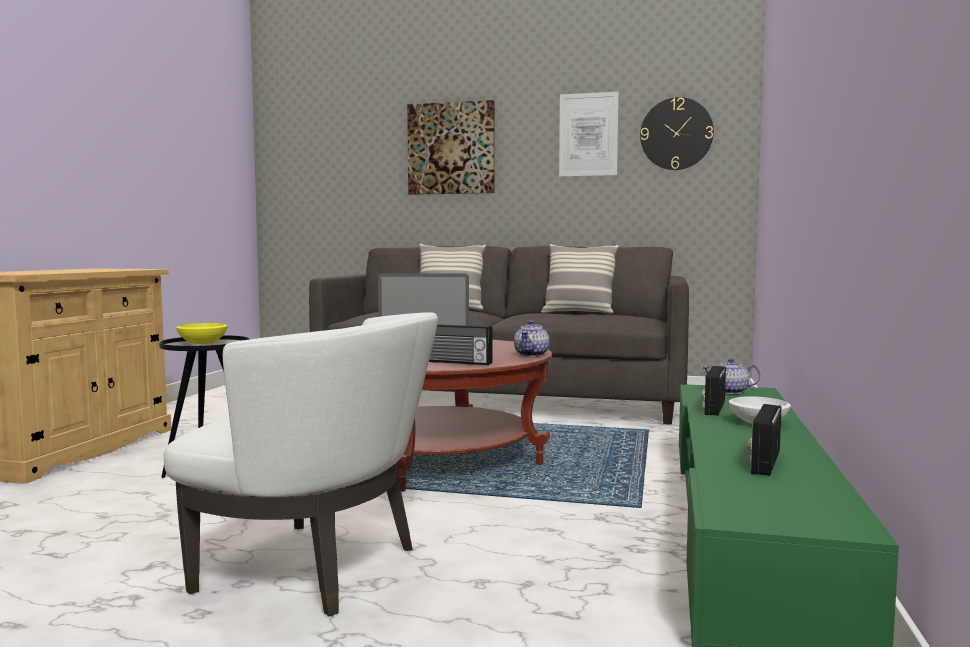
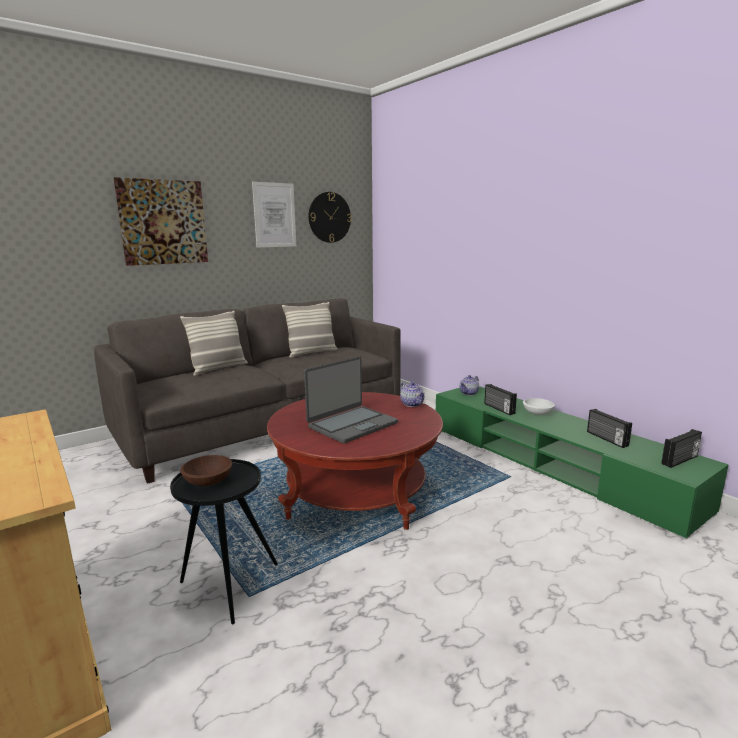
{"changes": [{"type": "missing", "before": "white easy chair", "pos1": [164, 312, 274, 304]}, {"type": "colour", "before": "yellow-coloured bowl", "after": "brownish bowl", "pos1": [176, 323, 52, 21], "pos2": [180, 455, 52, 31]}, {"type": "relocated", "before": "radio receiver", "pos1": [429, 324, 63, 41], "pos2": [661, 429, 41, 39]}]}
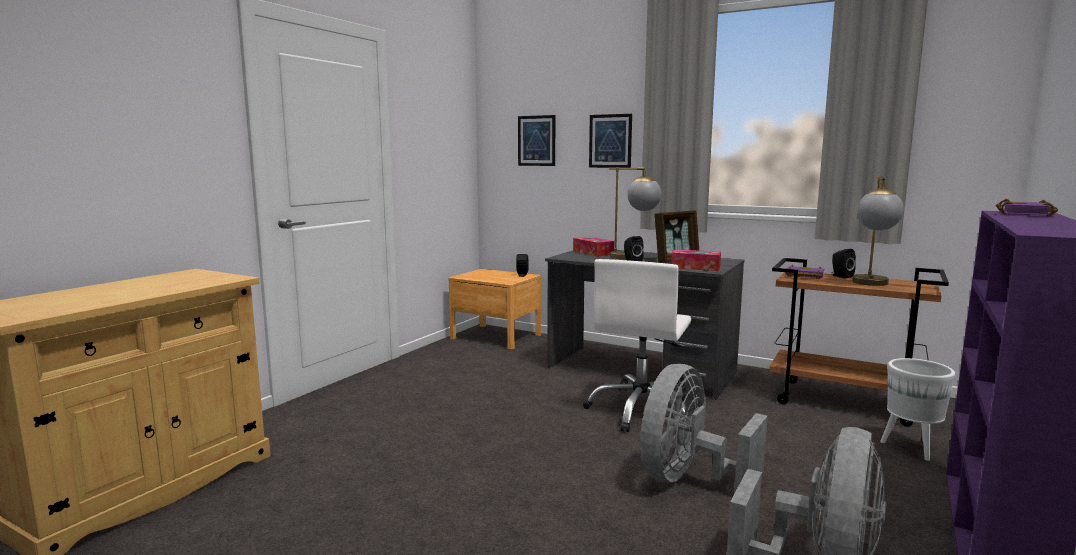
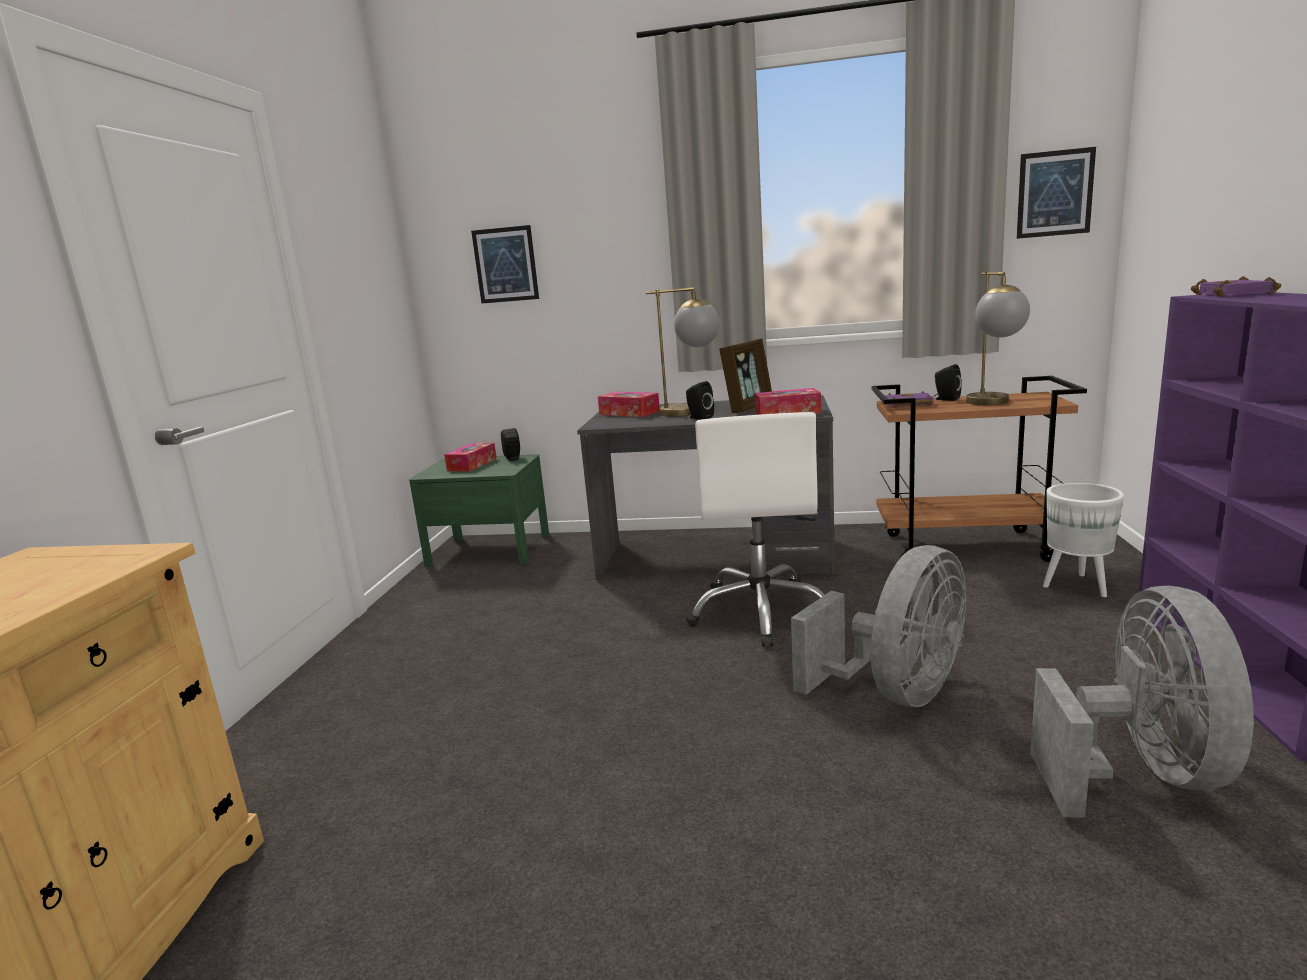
{"changes": [{"type": "relocated", "before": "picture", "pos1": [589, 114, 43, 54], "pos2": [1017, 147, 79, 92]}, {"type": "colour", "before": "brownish nightstand", "after": "green nightstand", "pos1": [449, 269, 92, 81], "pos2": [409, 454, 140, 113]}, {"type": "spun", "before": "greyish cooling fan", "pos1": [640, 364, 128, 130], "pos2": [791, 545, 175, 162], "turn": -150}, {"type": "appeared", "after": "box of tissues", "pos2": [444, 443, 53, 29]}]}
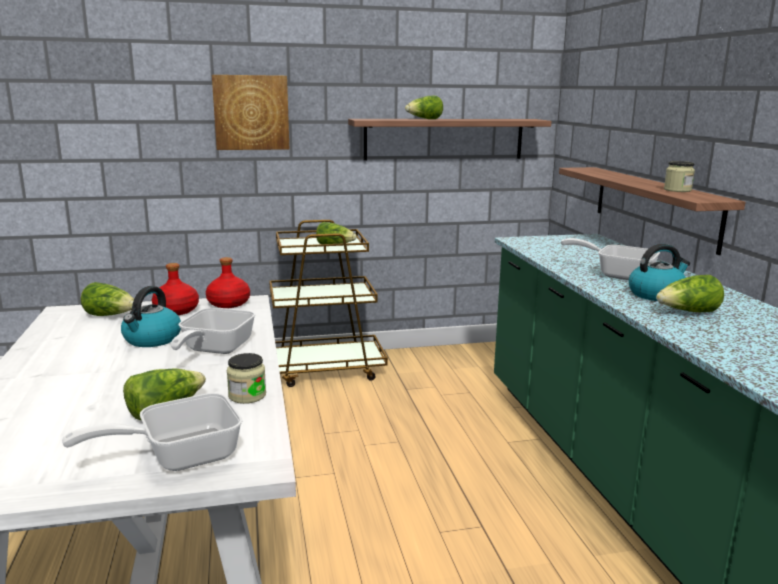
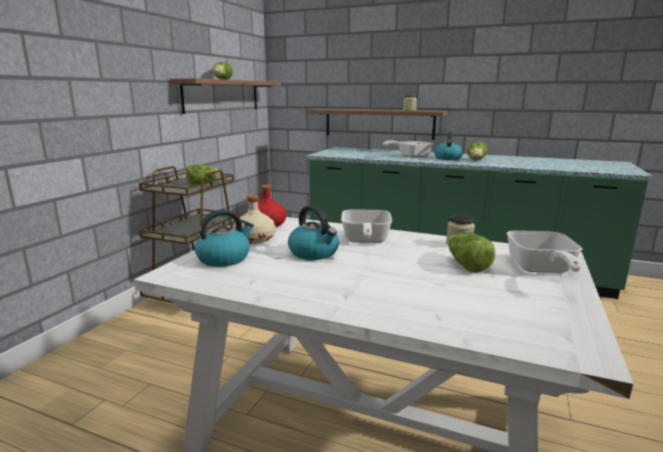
{"changes": [{"type": "missing", "before": "picture", "pos1": [212, 75, 77, 75]}, {"type": "colour", "before": "red-coloured bottle", "after": "sand-coloured bottle", "pos1": [152, 263, 47, 52], "pos2": [233, 195, 42, 49]}, {"type": "exchanged", "before": "lettuce", "after": "water kettle", "pos1": [81, 282, 53, 34], "pos2": [195, 210, 59, 57]}, {"type": "spun", "before": "pan", "pos1": [170, 308, 86, 46], "pos2": [341, 209, 51, 34], "turn": 45}]}
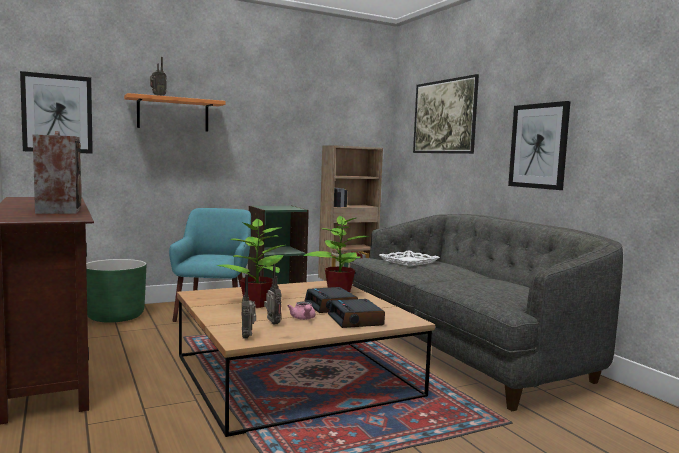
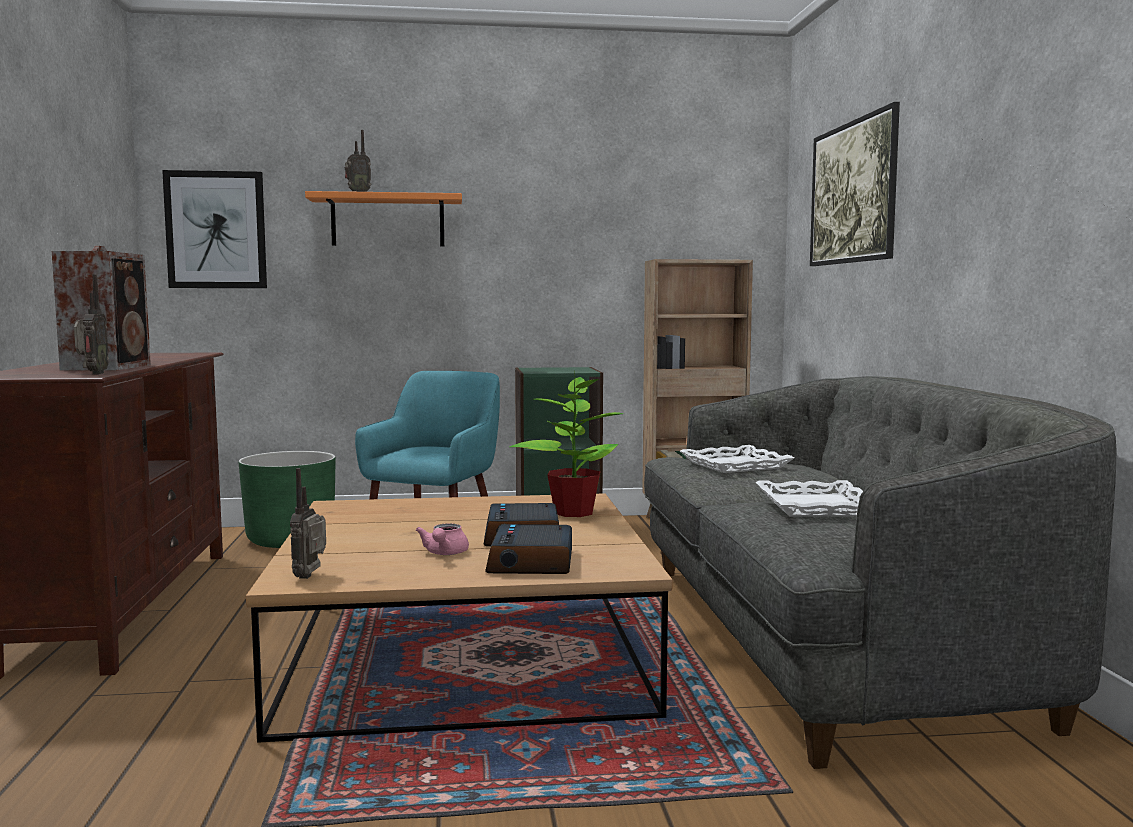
{"changes": [{"type": "missing", "before": "picture", "pos1": [508, 101, 63, 89]}, {"type": "missing", "before": "potted plant", "pos1": [217, 217, 68, 91]}, {"type": "relocated", "before": "radio receiver", "pos1": [264, 264, 17, 61], "pos2": [74, 275, 35, 99]}, {"type": "appeared", "after": "white carrying tray", "pos2": [756, 480, 107, 37]}]}
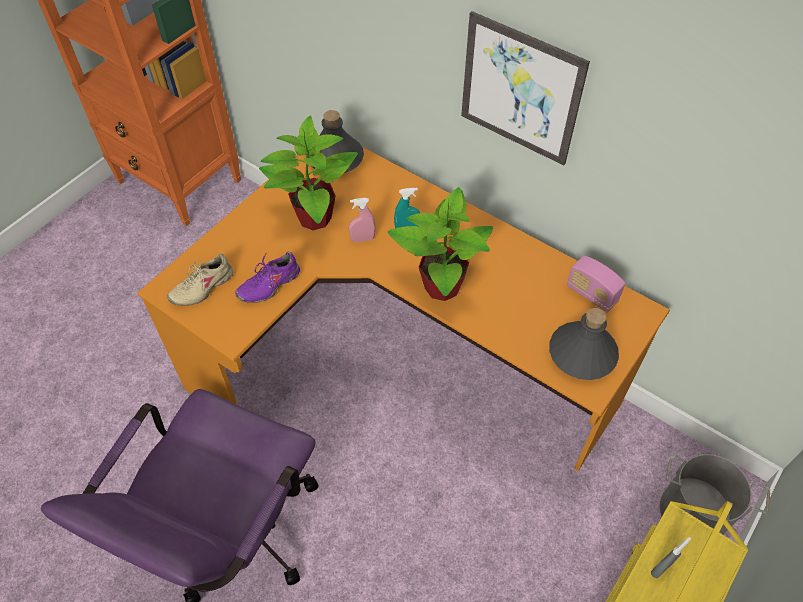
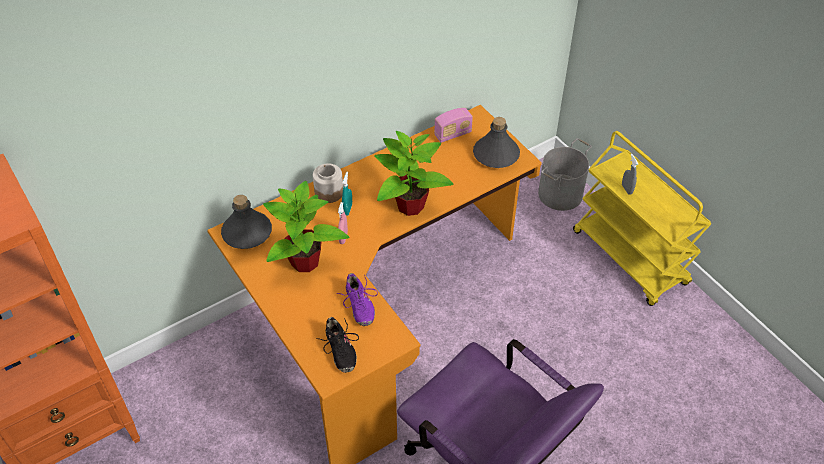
{"changes": [{"type": "missing", "before": "picture", "pos1": [461, 11, 129, 154]}, {"type": "colour", "before": "sand-coloured shoe", "after": "black-coloured shoe", "pos1": [167, 253, 66, 53], "pos2": [316, 317, 43, 56]}, {"type": "appeared", "after": "jar", "pos2": [313, 163, 30, 40]}]}
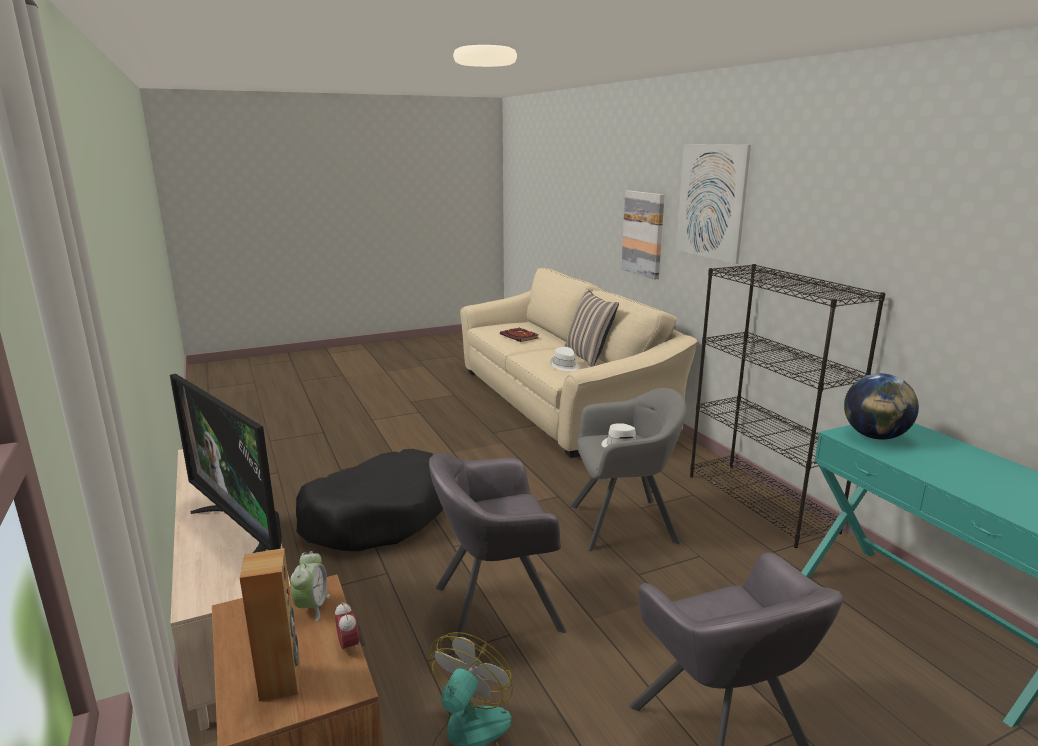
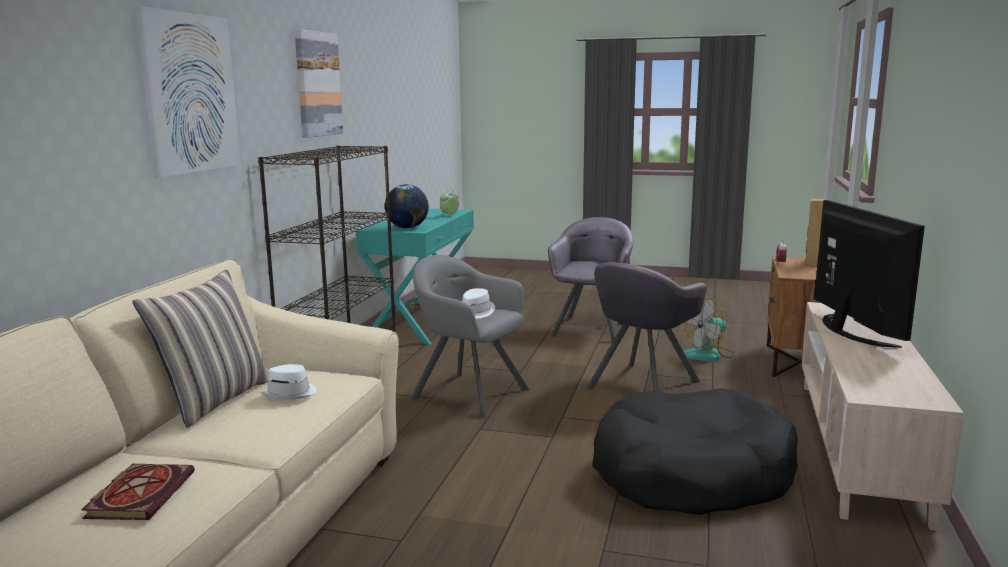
{"changes": [{"type": "relocated", "before": "picture", "pos1": [621, 190, 44, 89], "pos2": [295, 29, 48, 109]}, {"type": "spun", "before": "greyish easy chair", "pos1": [429, 453, 138, 201], "pos2": [586, 262, 121, 130], "turn": 105}, {"type": "relocated", "before": "table clock", "pos1": [290, 551, 40, 70], "pos2": [440, 190, 19, 27]}]}
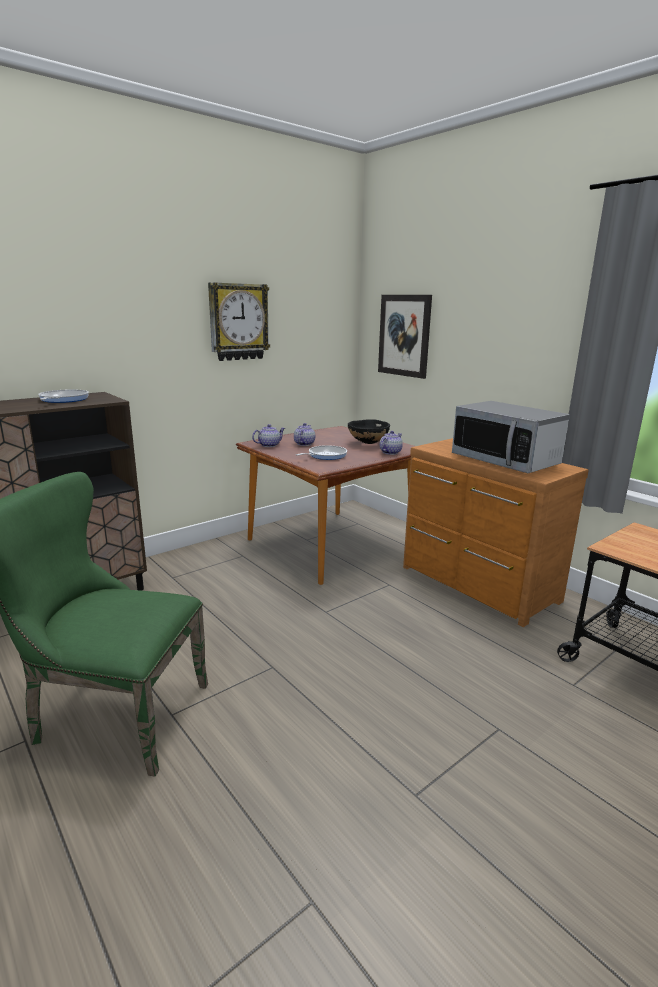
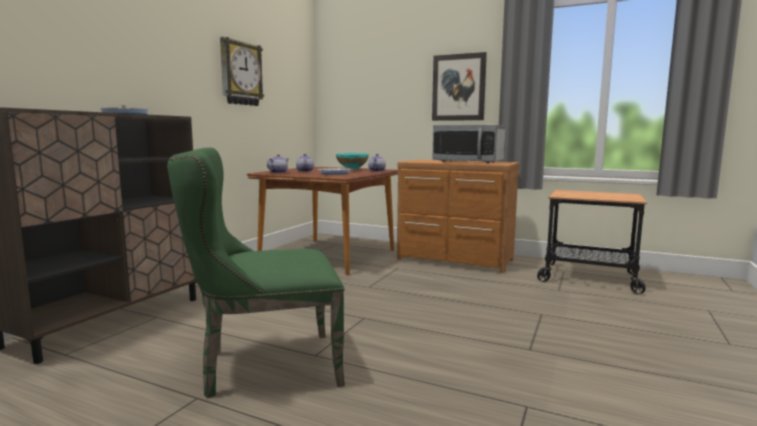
{"changes": [{"type": "relocated", "before": "picture", "pos1": [378, 295, 54, 84], "pos2": [432, 52, 55, 69]}, {"type": "colour", "before": "black-coloured bowl", "after": "turquoise-coloured bowl", "pos1": [348, 419, 42, 25], "pos2": [336, 153, 33, 17]}]}
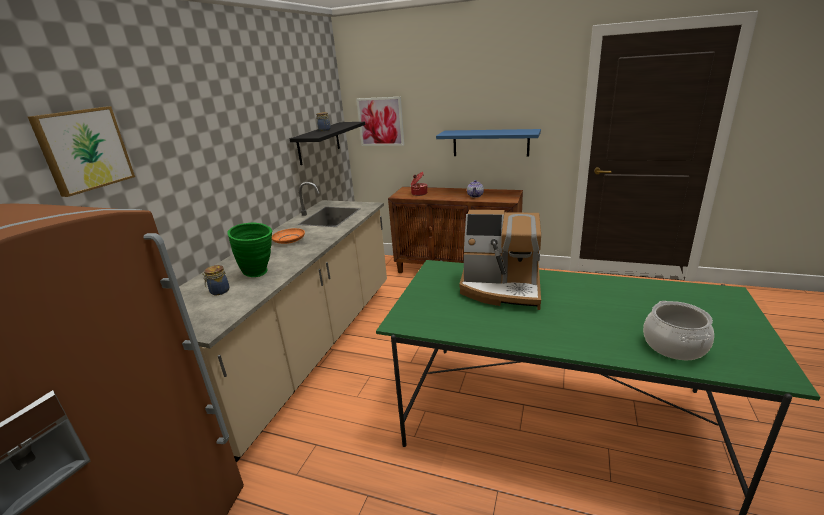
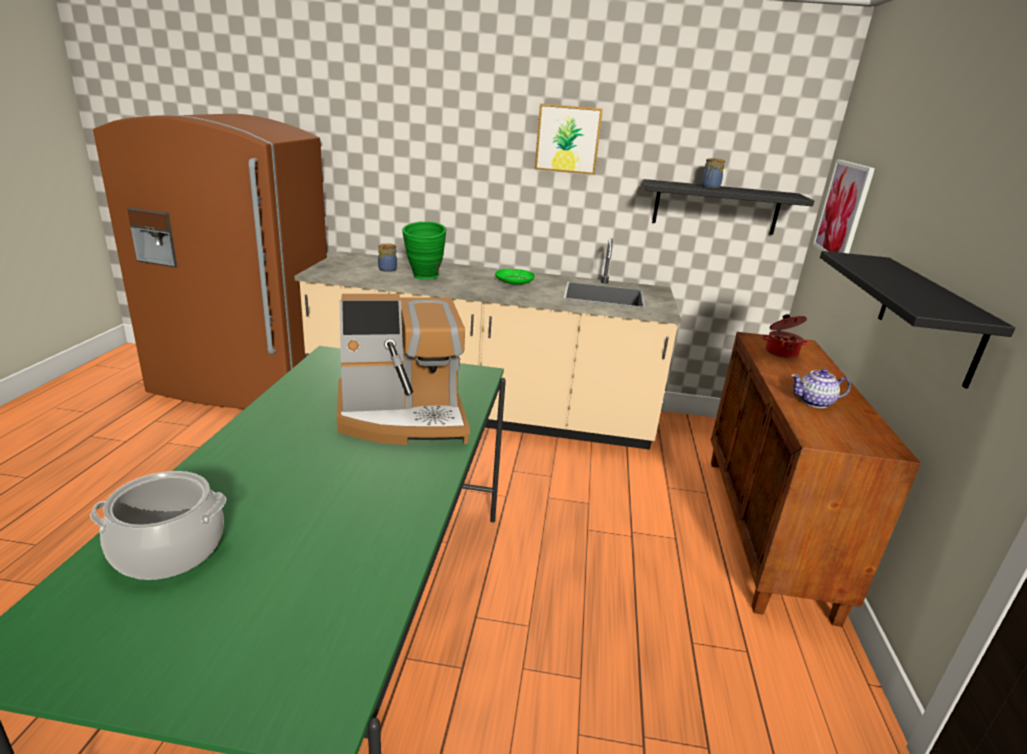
{"changes": [{"type": "relocated", "before": "picture", "pos1": [28, 106, 107, 91], "pos2": [535, 104, 68, 71]}, {"type": "colour", "before": "bluish bracket shelf", "after": "black-coloured bracket shelf", "pos1": [436, 129, 105, 28], "pos2": [820, 251, 195, 138]}, {"type": "spun", "before": "coffee maker", "pos1": [459, 210, 82, 100], "pos2": [337, 294, 133, 151], "turn": -105}, {"type": "colour", "before": "orange plate", "after": "green plate", "pos1": [272, 228, 33, 16], "pos2": [495, 269, 40, 16]}]}
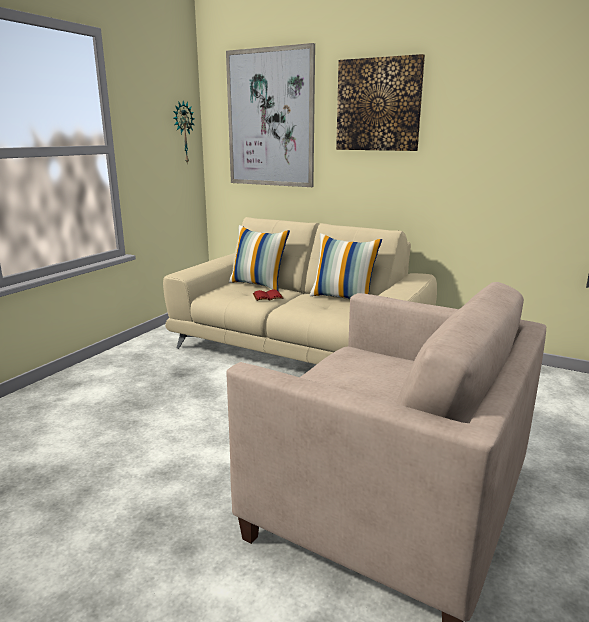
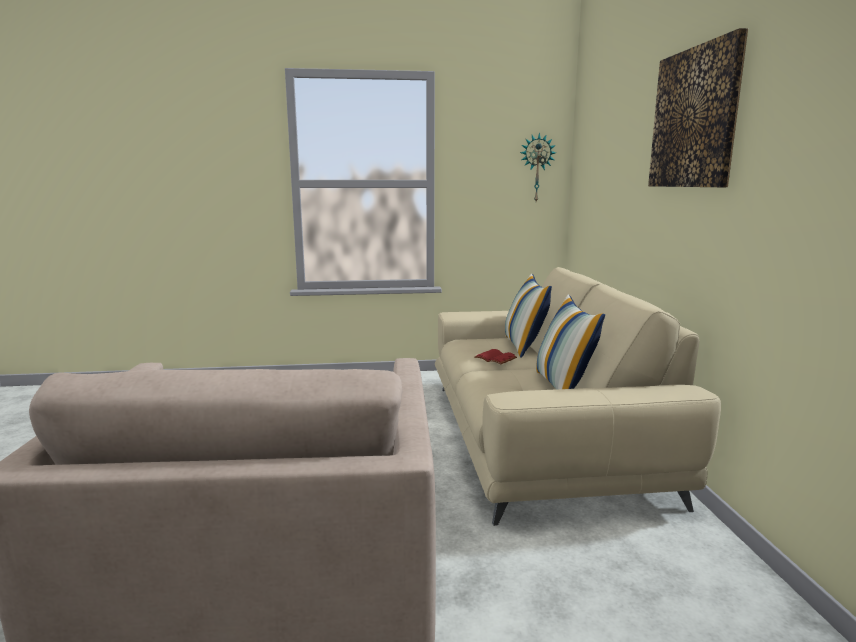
{"changes": [{"type": "missing", "before": "picture", "pos1": [226, 43, 89, 144]}]}
